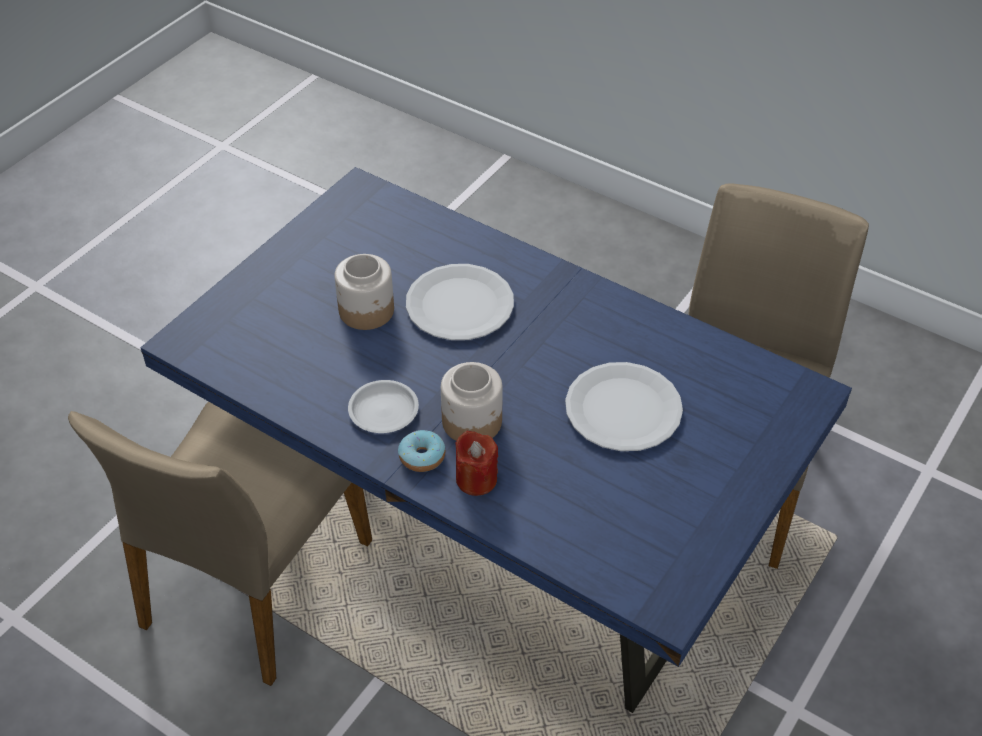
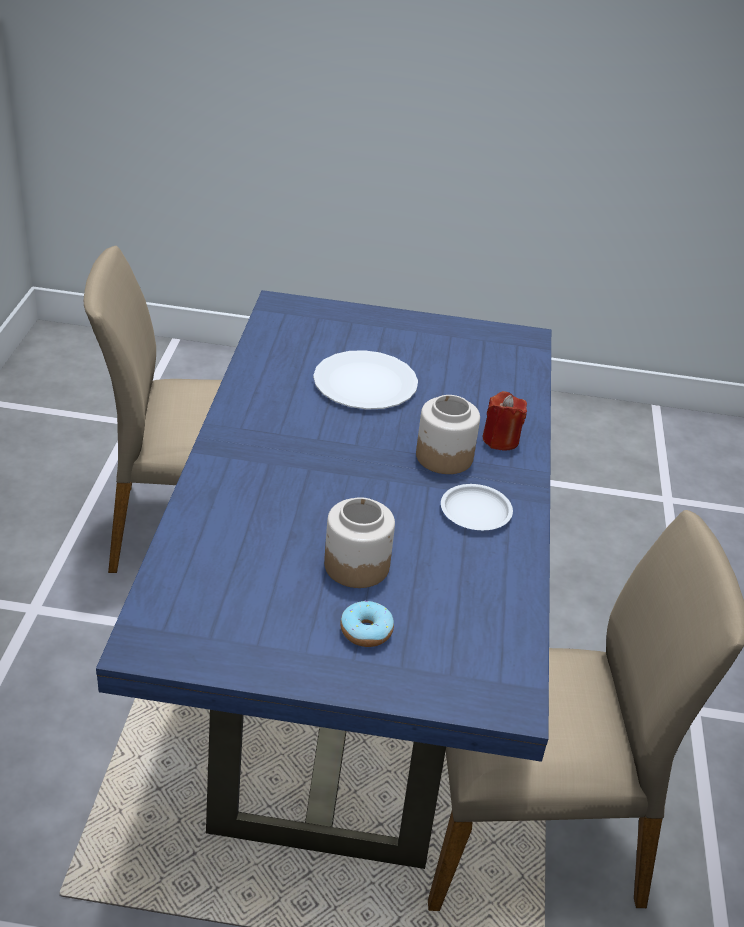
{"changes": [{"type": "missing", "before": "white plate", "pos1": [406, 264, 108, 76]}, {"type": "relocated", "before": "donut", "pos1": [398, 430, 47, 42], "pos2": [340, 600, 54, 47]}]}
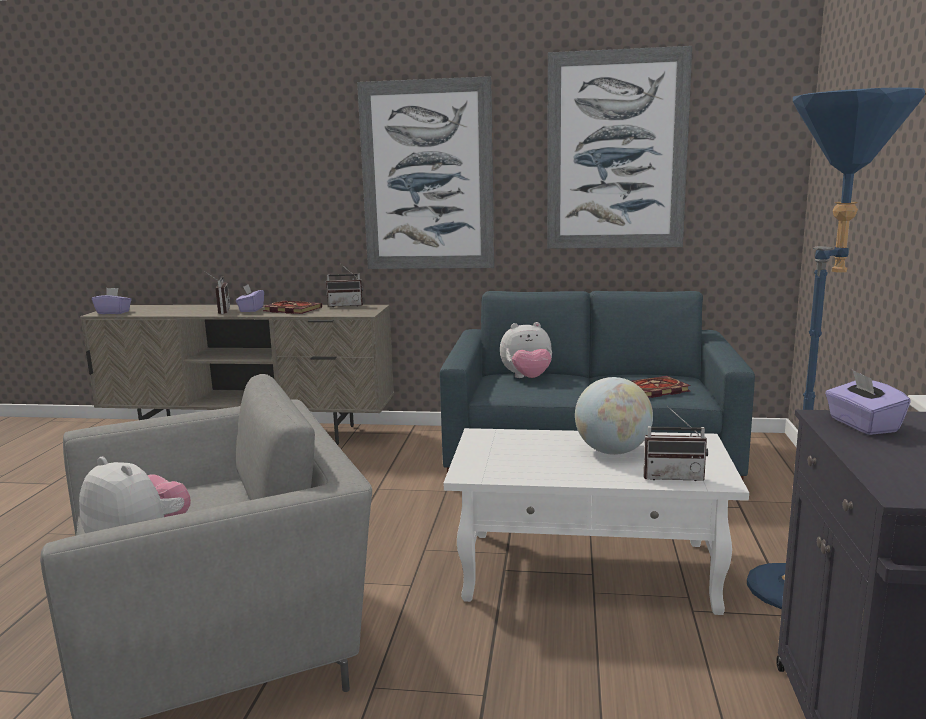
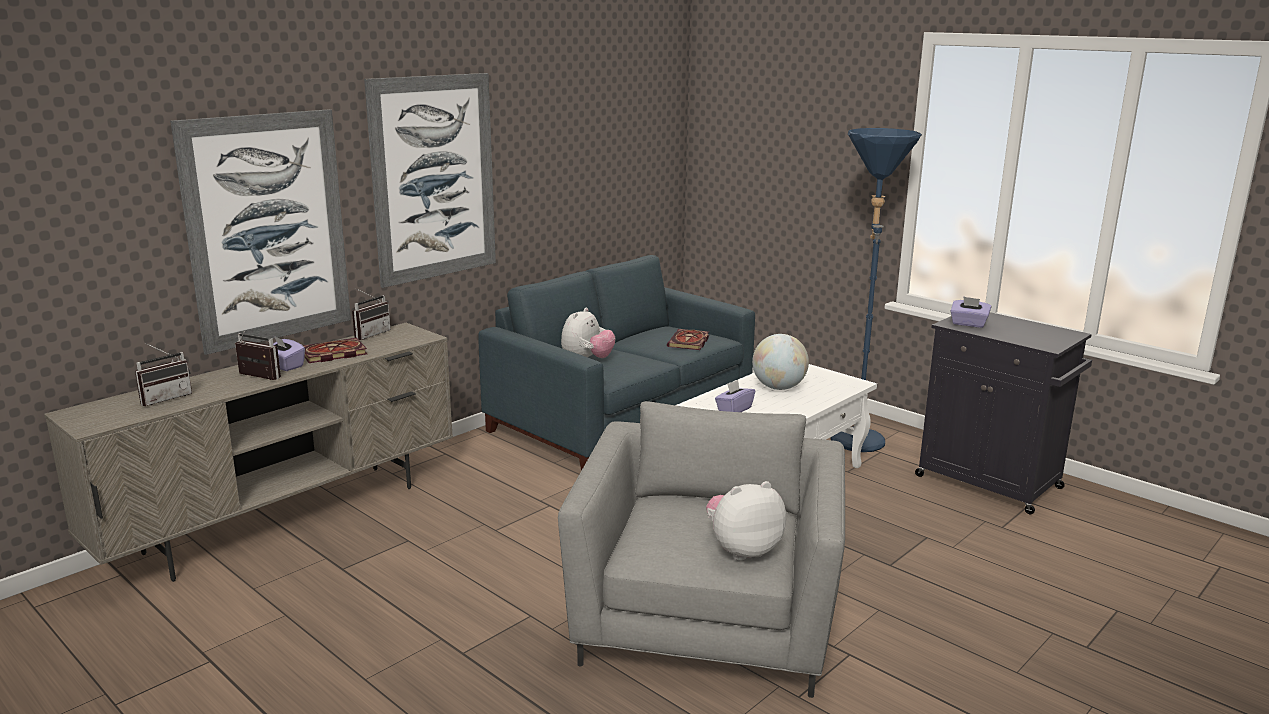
{"changes": [{"type": "relocated", "before": "picture", "pos1": [547, 46, 145, 203], "pos2": [170, 109, 181, 246]}, {"type": "relocated", "before": "purplish box of tissues", "pos1": [92, 288, 40, 26], "pos2": [715, 380, 40, 32]}, {"type": "relocated", "before": "radio receiver", "pos1": [643, 406, 65, 75], "pos2": [135, 343, 57, 63]}]}
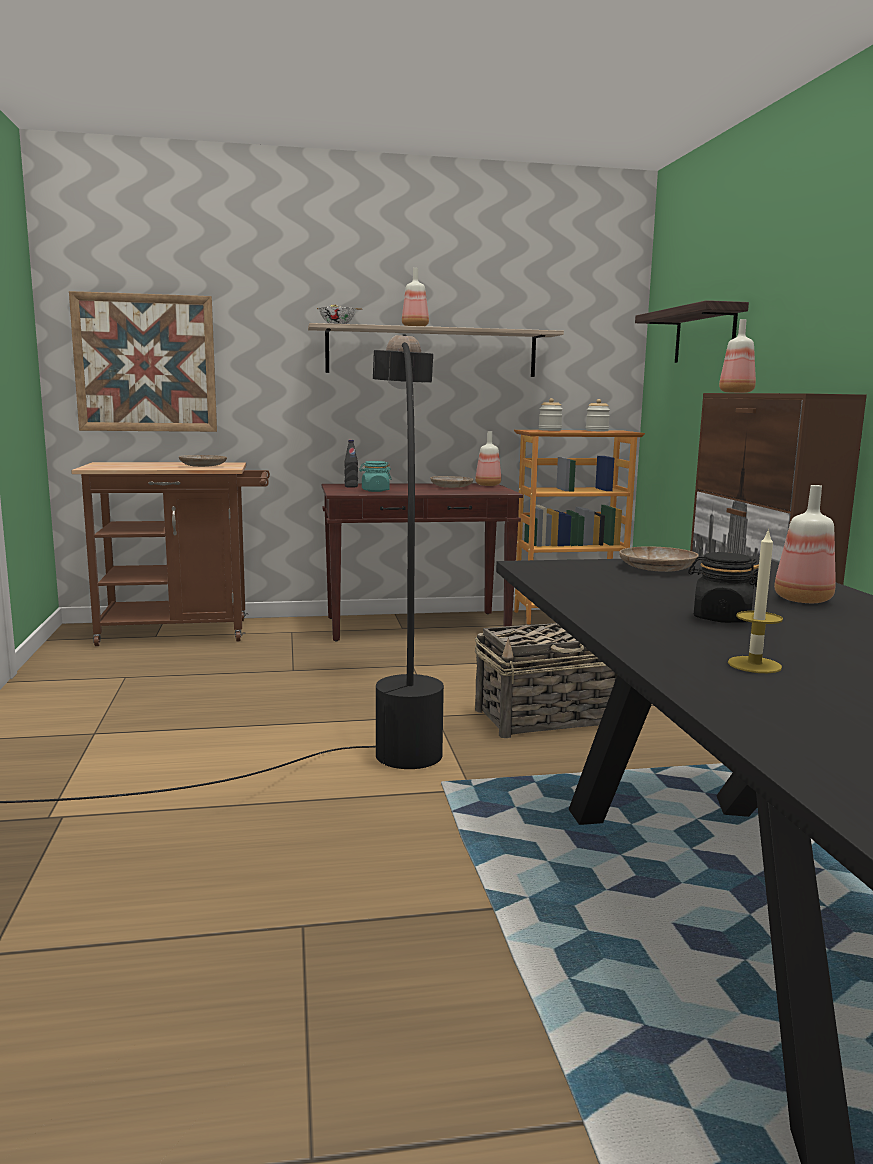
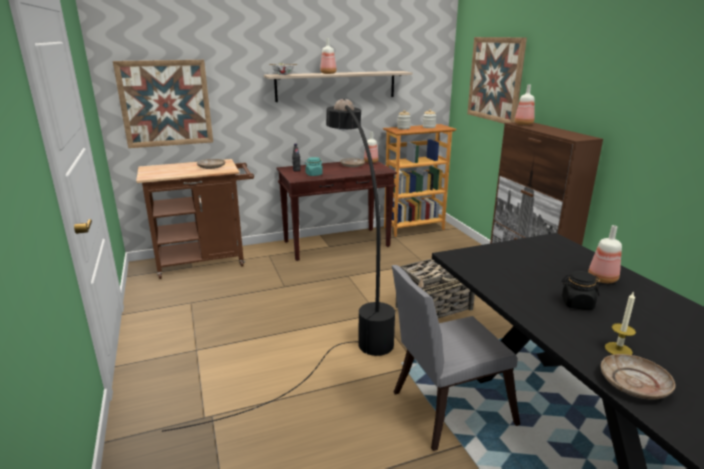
{"changes": [{"type": "exchanged", "before": "bracket shelf", "after": "picture", "pos1": [635, 300, 114, 63], "pos2": [467, 37, 60, 87]}, {"type": "relocated", "before": "sand-coloured plate", "pos1": [619, 546, 80, 26], "pos2": [601, 354, 75, 46]}, {"type": "appeared", "after": "greyish chair", "pos2": [392, 265, 128, 186]}]}
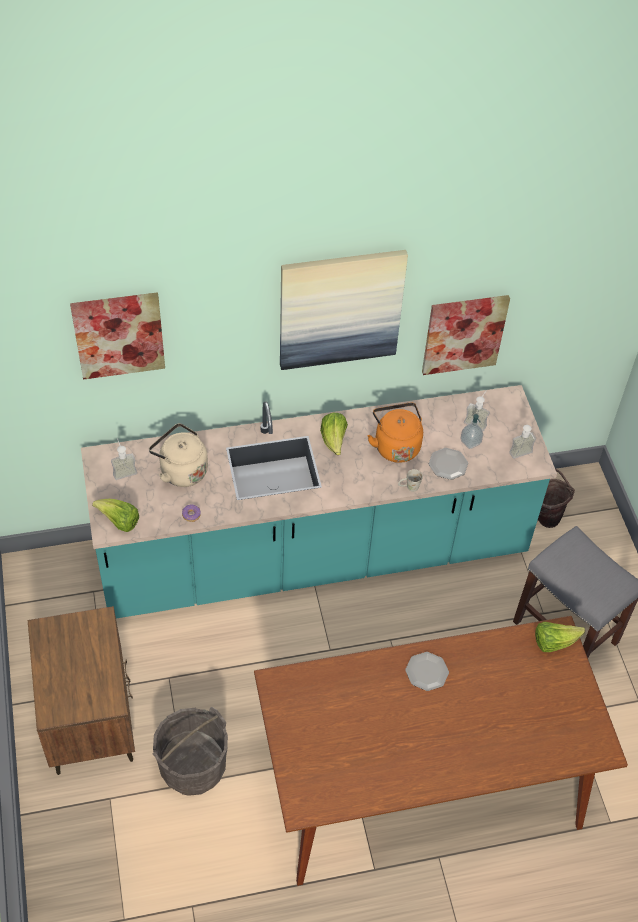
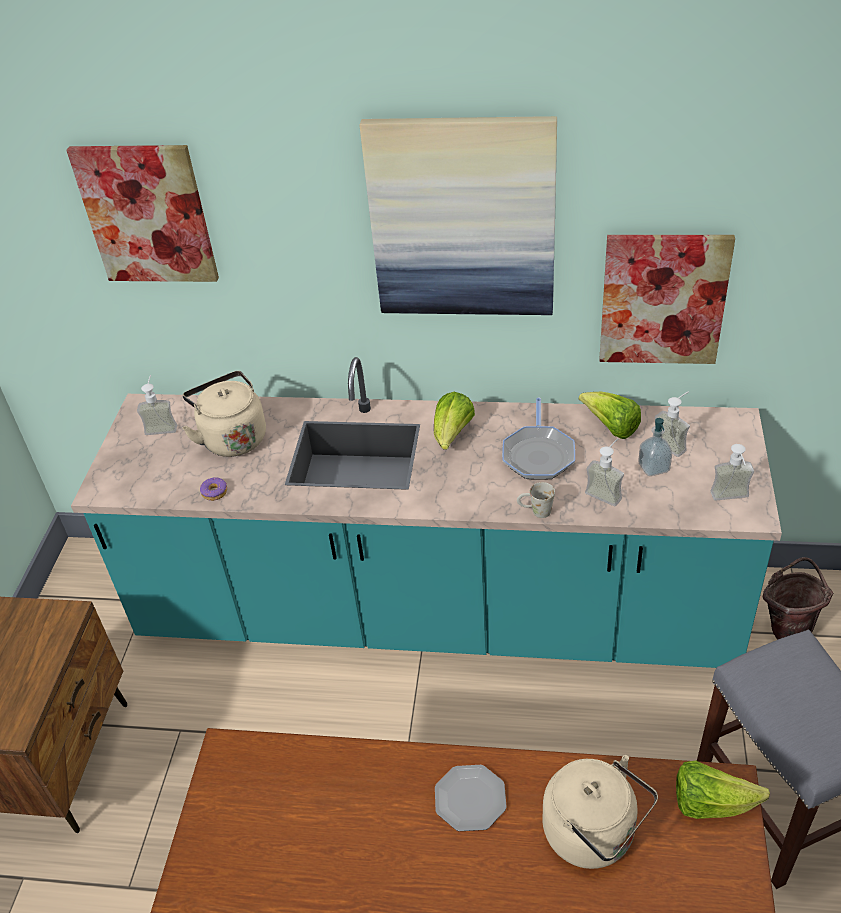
{"changes": [{"type": "exchanged", "before": "orange water kettle", "after": "pan", "pos1": [367, 402, 56, 61], "pos2": [502, 398, 73, 82]}, {"type": "exchanged", "before": "plate", "after": "soap bottle", "pos1": [429, 448, 39, 32], "pos2": [585, 439, 39, 67]}, {"type": "relocated", "before": "lettuce", "pos1": [92, 499, 47, 33], "pos2": [579, 392, 62, 47]}, {"type": "missing", "before": "greyish water bucket", "pos1": [152, 707, 76, 89]}, {"type": "appeared", "after": "sand-coloured water kettle", "pos2": [543, 755, 115, 114]}]}
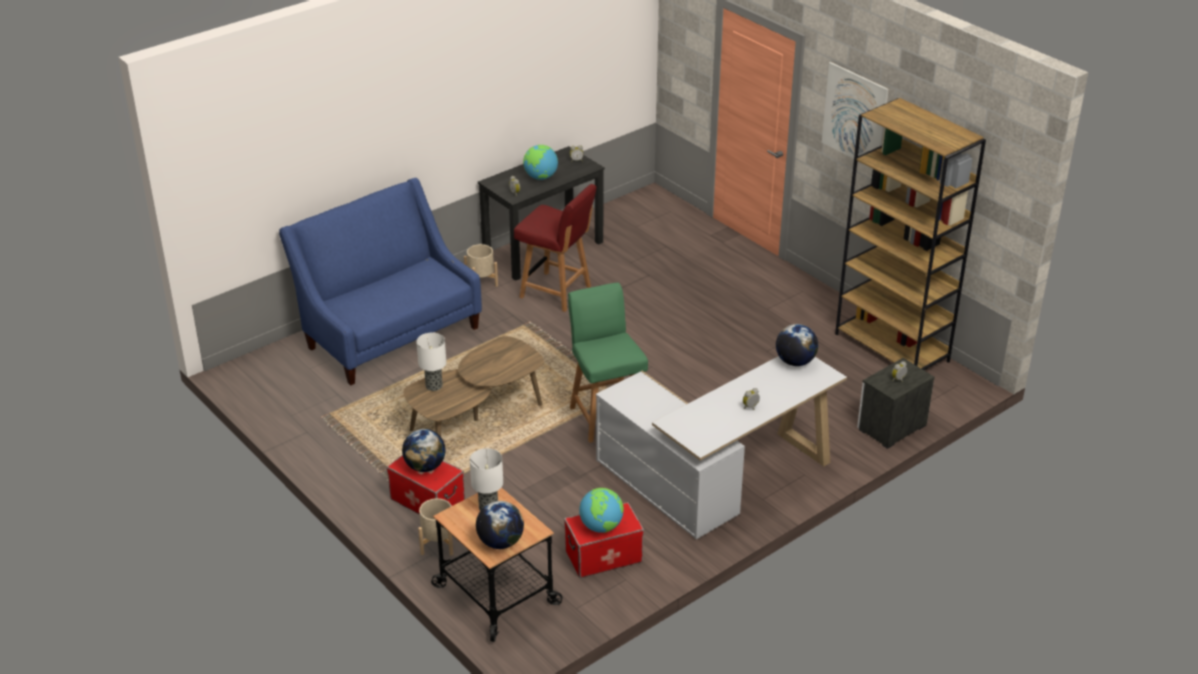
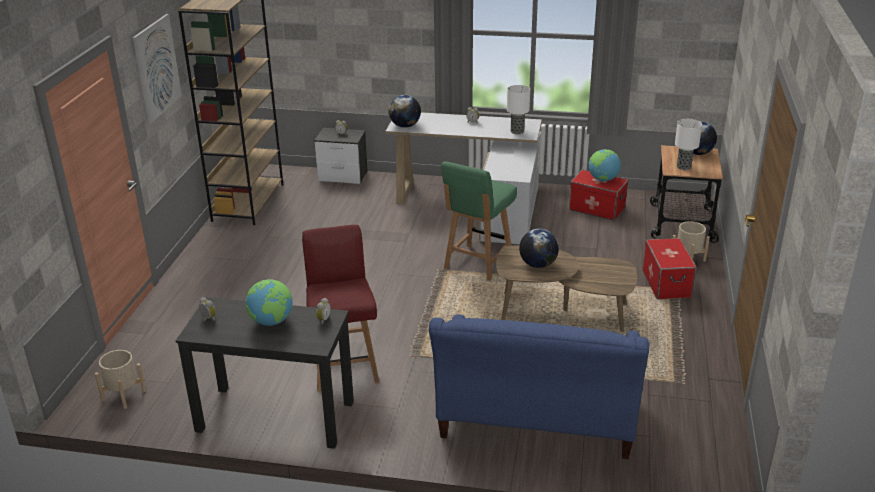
{"changes": [{"type": "relocated", "before": "sand-coloured flower pot", "pos1": [464, 244, 34, 43], "pos2": [95, 350, 51, 59]}, {"type": "relocated", "before": "tabletop lamp", "pos1": [416, 333, 30, 58], "pos2": [507, 85, 23, 49]}, {"type": "relocated", "before": "desk globe", "pos1": [402, 429, 43, 43], "pos2": [519, 229, 40, 39]}]}
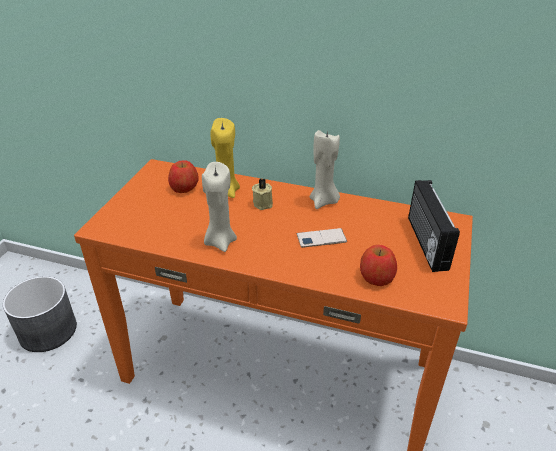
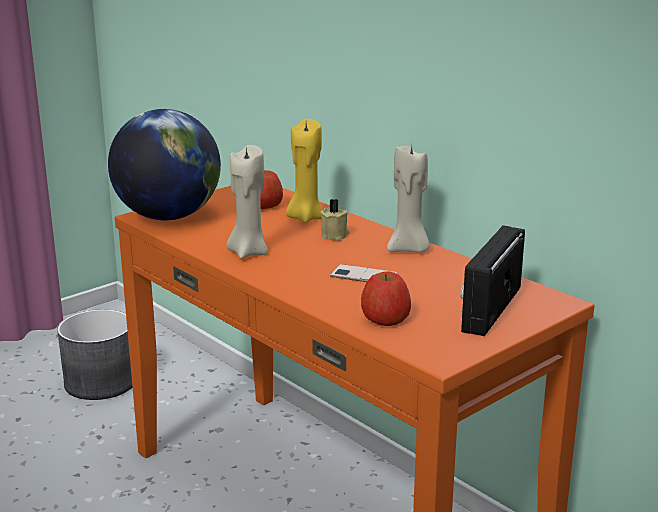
{"changes": [{"type": "appeared", "after": "desk globe", "pos2": [108, 109, 113, 111]}]}
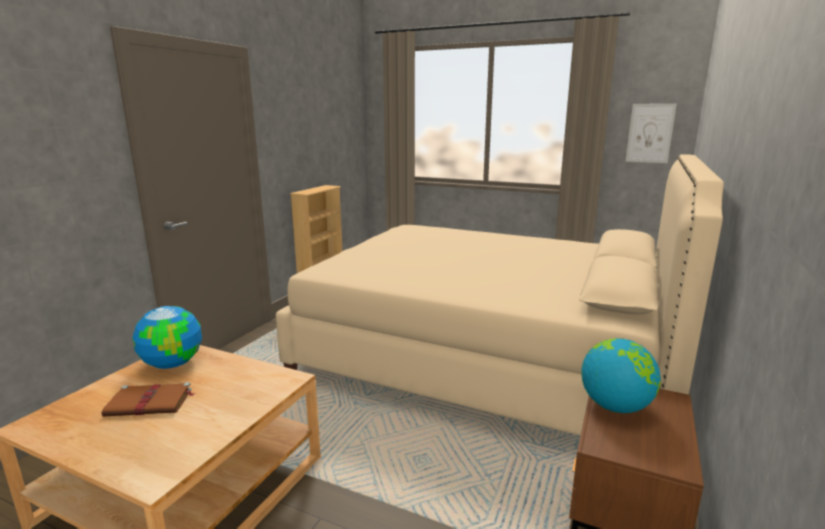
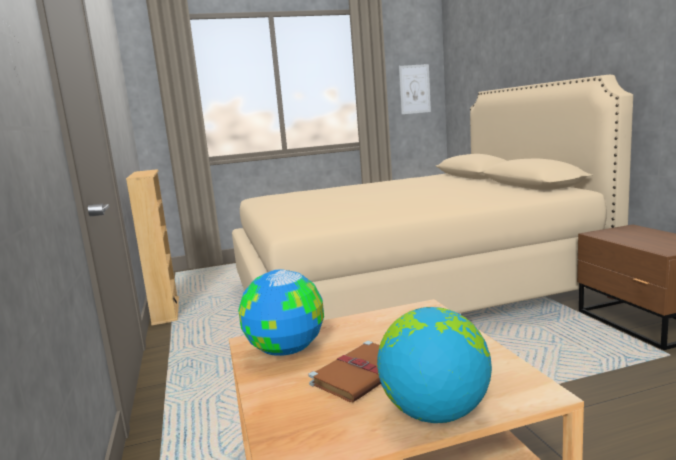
{"changes": [{"type": "relocated", "before": "desk globe", "pos1": [581, 338, 80, 75], "pos2": [377, 307, 115, 116]}]}
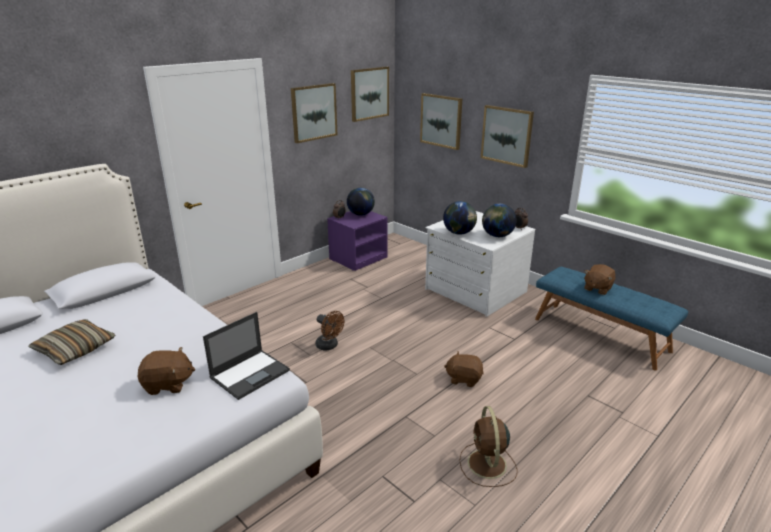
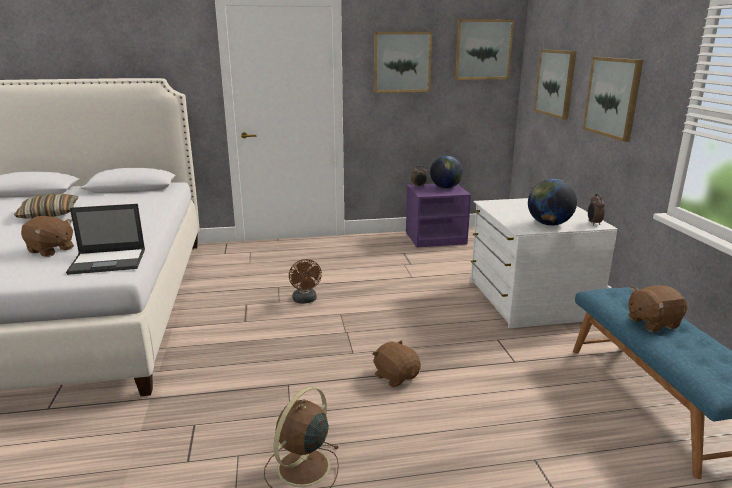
{"changes": [{"type": "missing", "before": "desk globe", "pos1": [443, 201, 34, 34]}]}
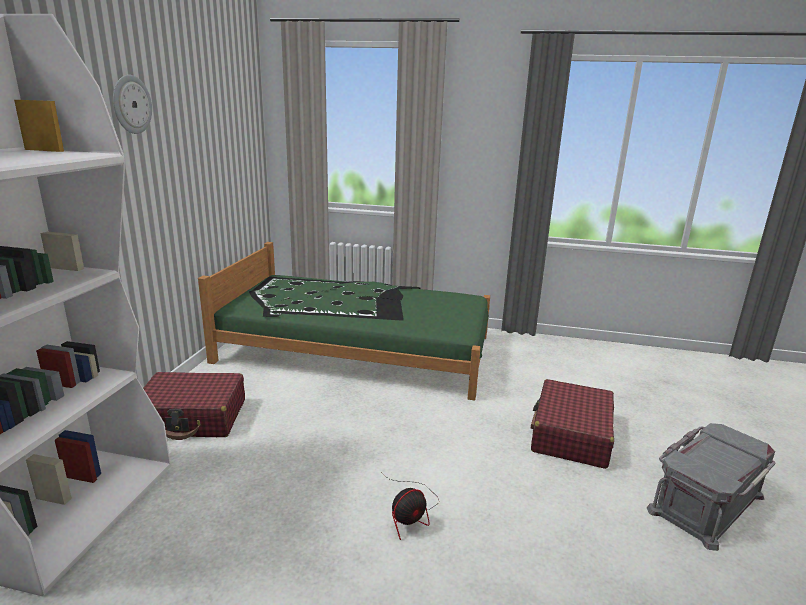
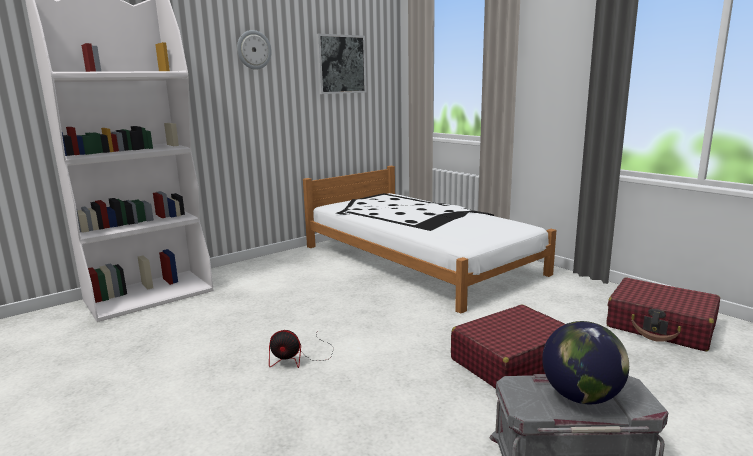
{"changes": [{"type": "colour", "before": "green bedroom bed", "after": "white bedroom bed", "pos1": [198, 242, 292, 159], "pos2": [303, 166, 253, 148]}, {"type": "relocated", "before": "red-coloured travel case", "pos1": [143, 372, 102, 68], "pos2": [606, 278, 114, 74]}, {"type": "appeared", "after": "picture", "pos2": [316, 34, 51, 60]}, {"type": "appeared", "after": "desk globe", "pos2": [542, 321, 87, 83]}]}
